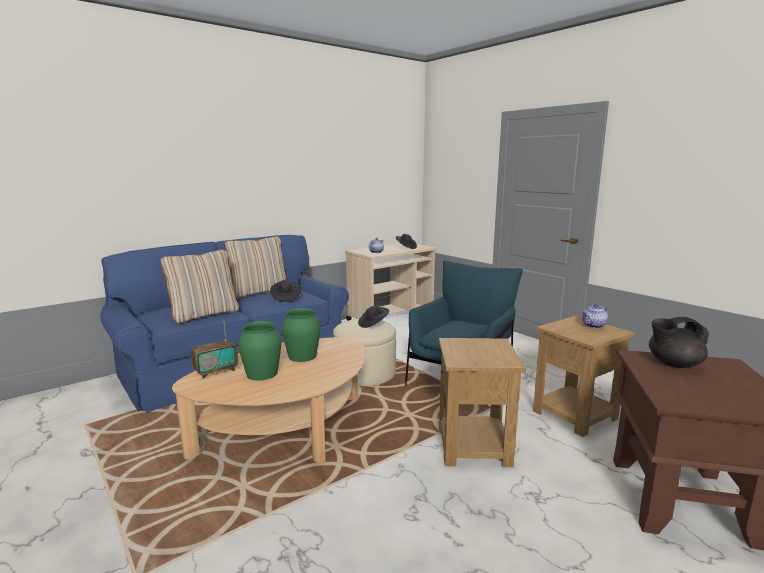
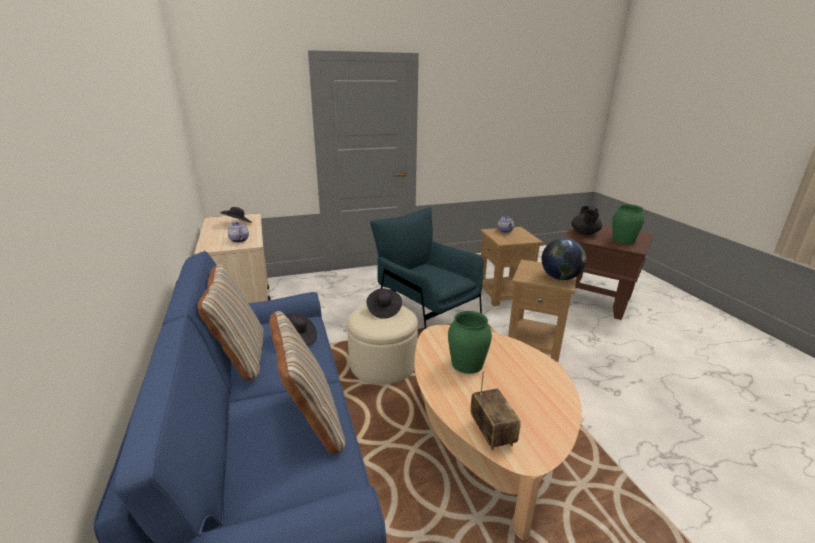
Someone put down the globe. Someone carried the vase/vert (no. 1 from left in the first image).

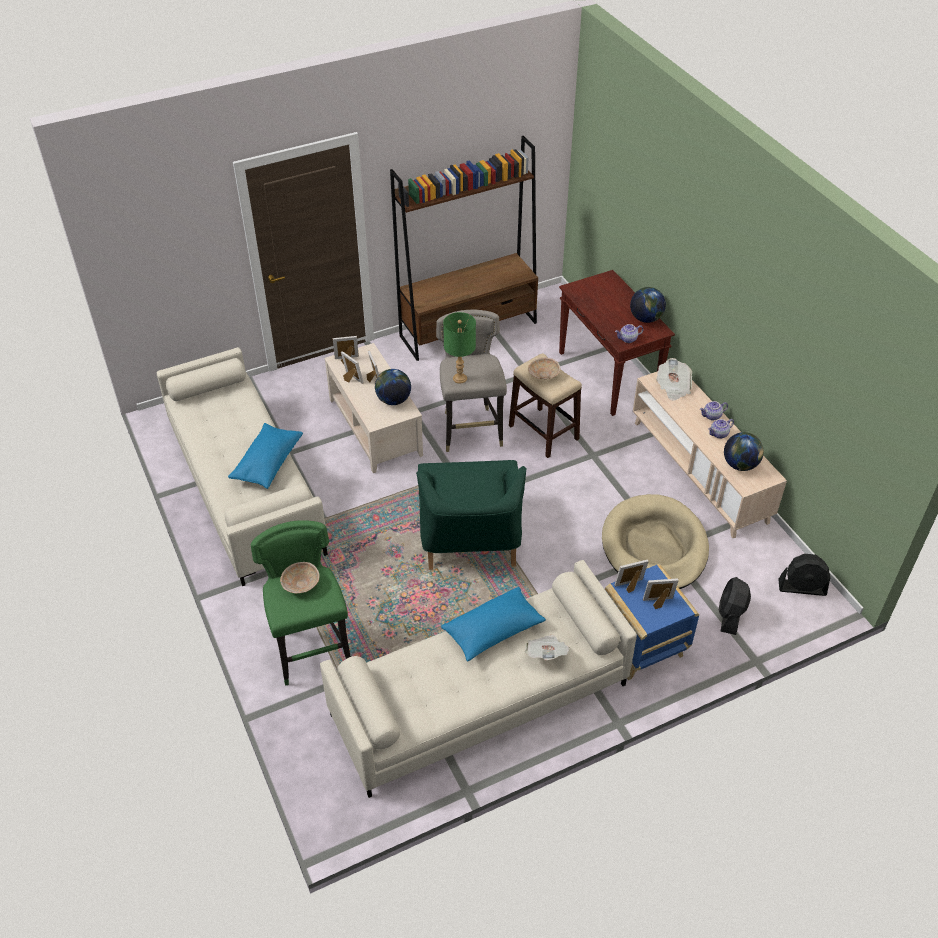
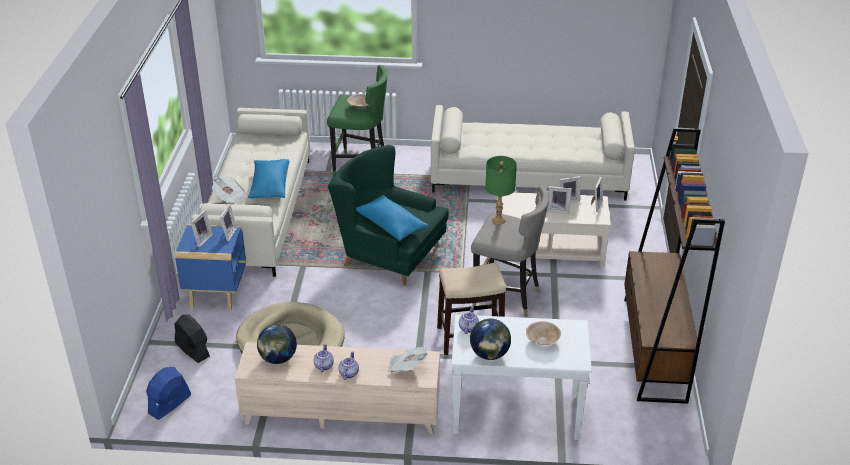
Someone took away the globe (no. 1 from left). Someone carried the coussin/bleu (no. 1 from left in the first image). Someone carried the bol/beige (no. 2 from left). Someone repainted the table console/marron, which became the table console/blanc. Someone repainted the ventilateur/noir (no. 2 from left), which became the ventilateur/bleu.

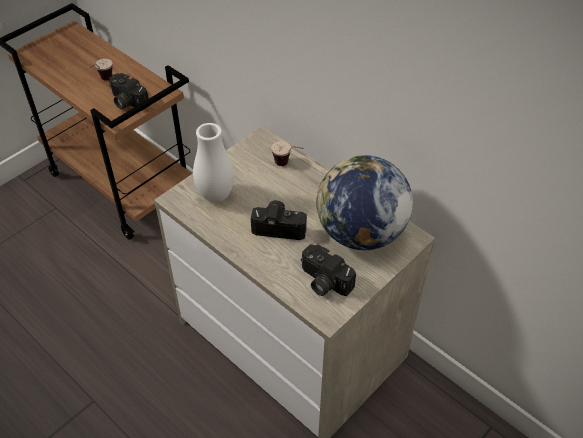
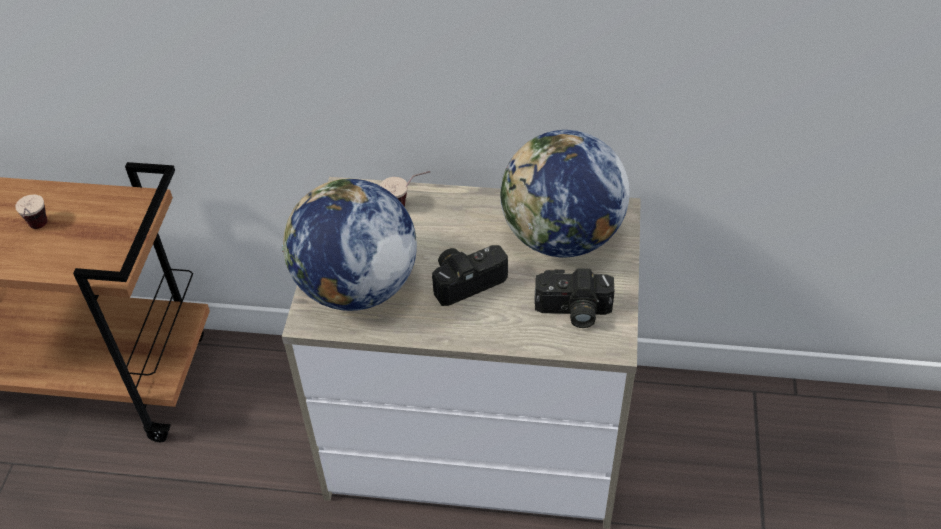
Someone took away the appareil photo (no. 1 from left). Someone swapped the vase/blanc for the globe (no. 1 from left).

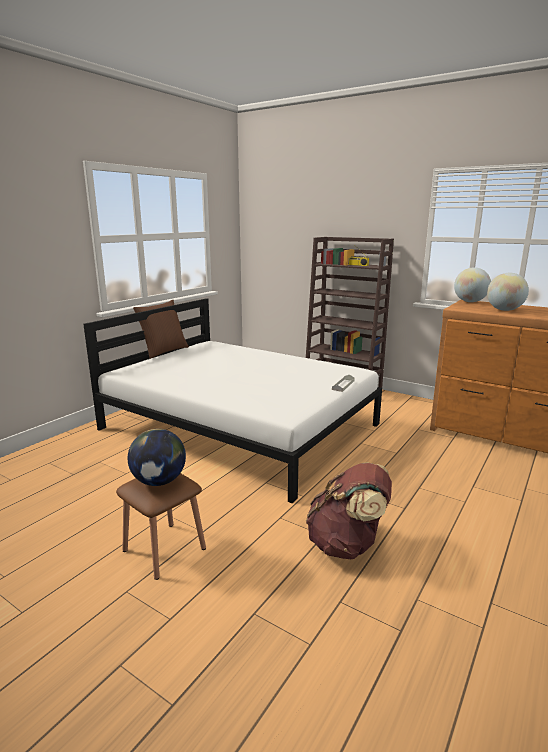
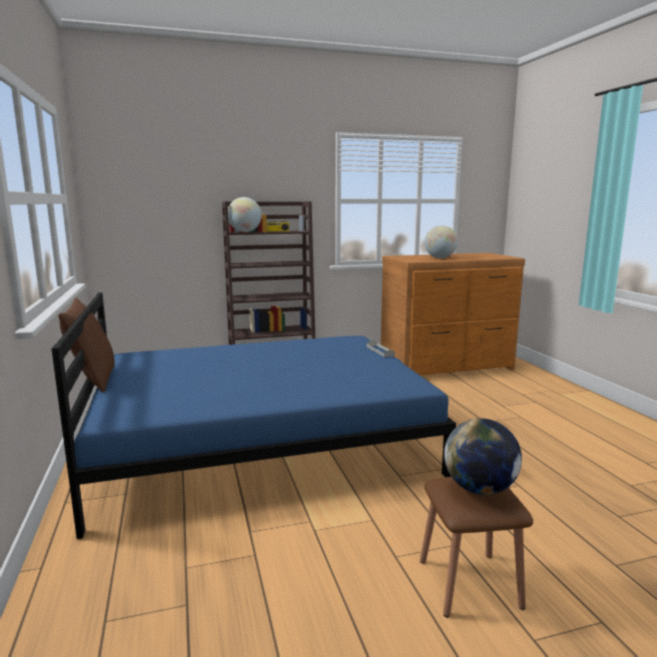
Someone took away the sac à dos/marron. Someone carried the globe (no. 2 from left in the first image). Someone repainted the lit/blanc, which became the lit/bleu.

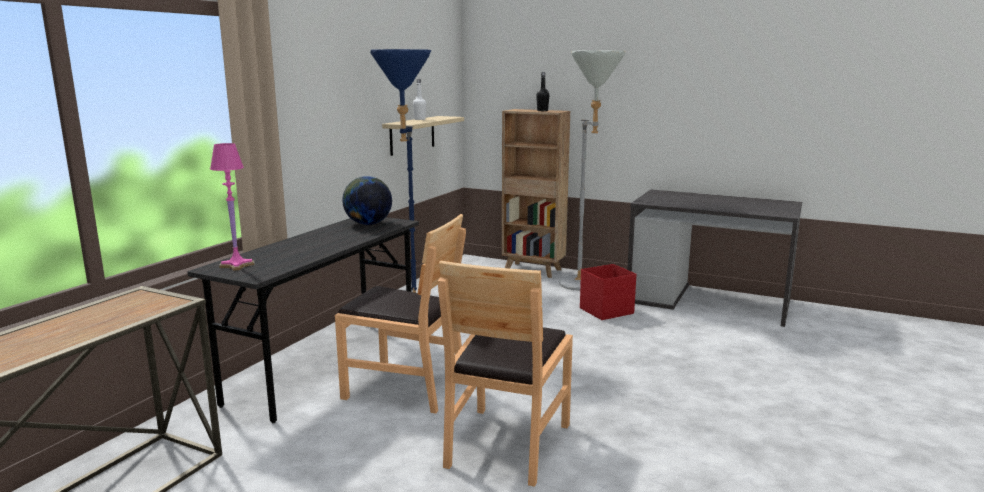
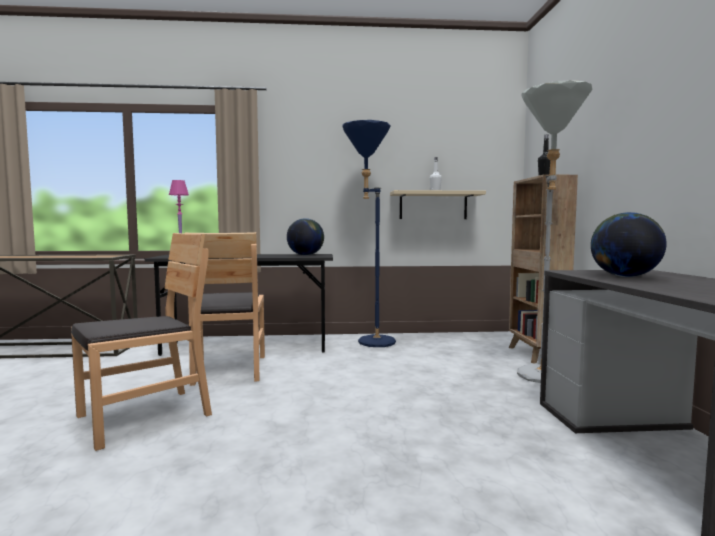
Someone took away the boîte de rangement/rouge. Someone put down the globe (no. 2 from left). Someone rotated the chaise/marron (no. 2 from left in the first image) by 150 degrees clockwise.

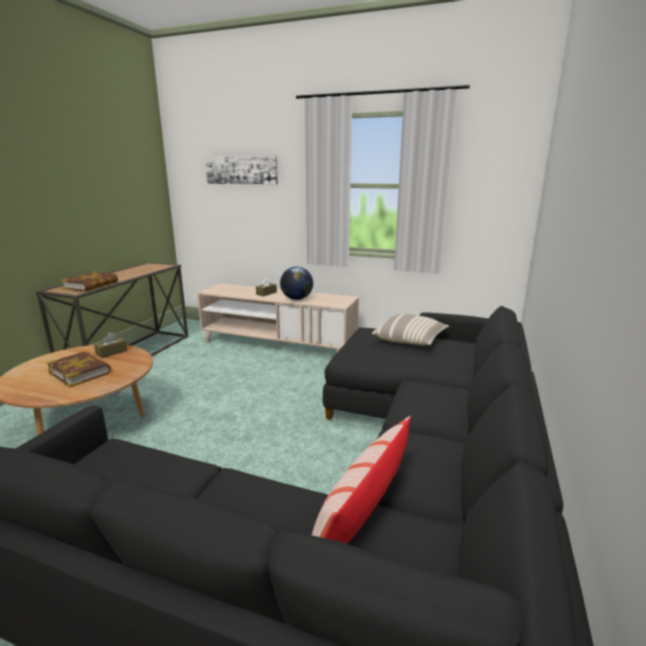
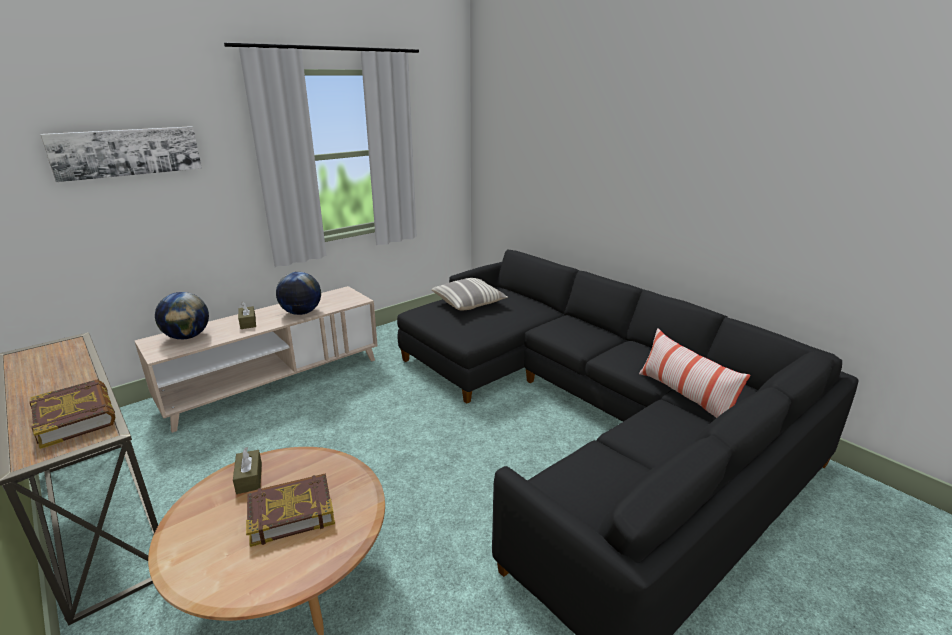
Someone put down the globe (no. 1 from left).

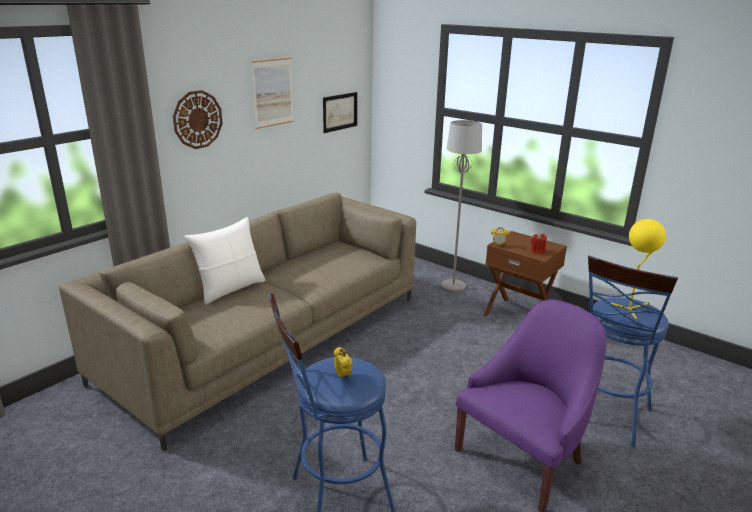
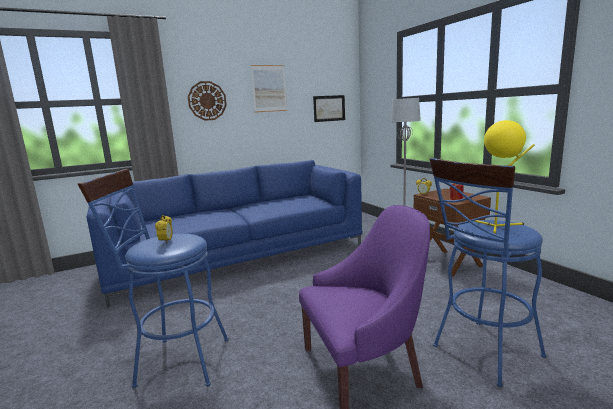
Someone took away the coussin/blanc. Someone repainted the canapé/beige, which became the canapé/bleu.

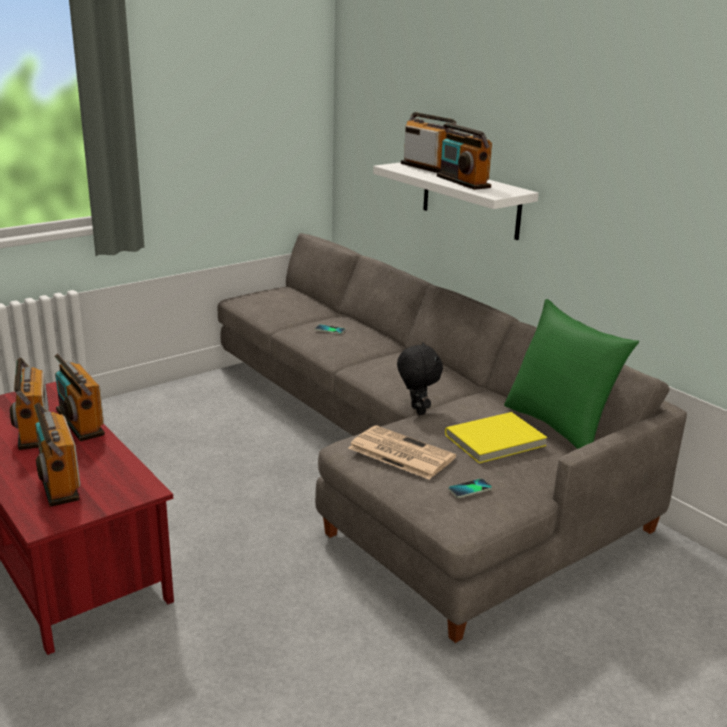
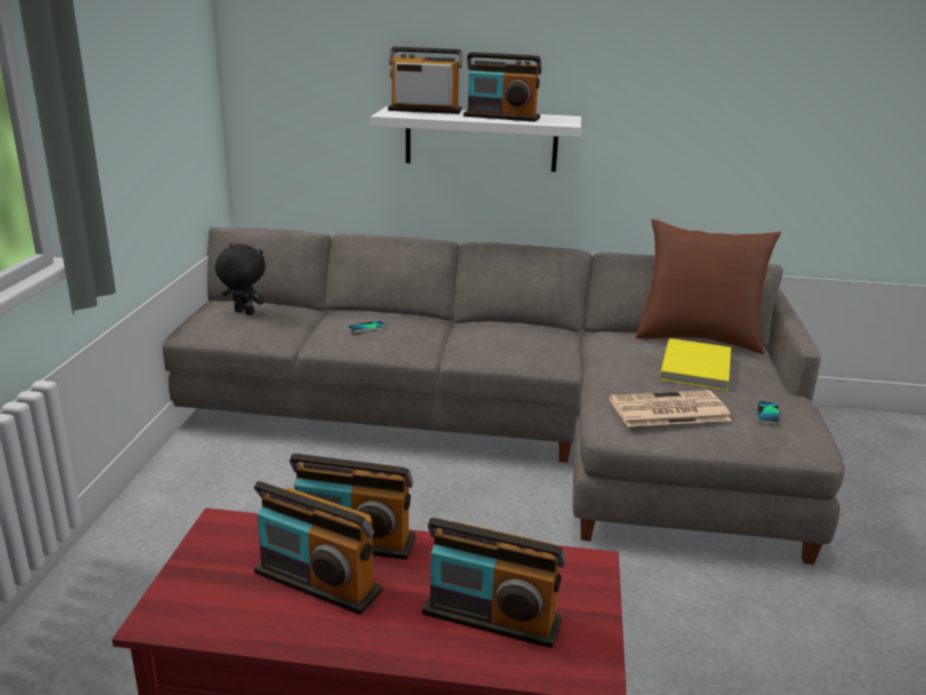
Someone carried the peluche/noir. Someone repainted the coussin/vert, which became the coussin/marron.

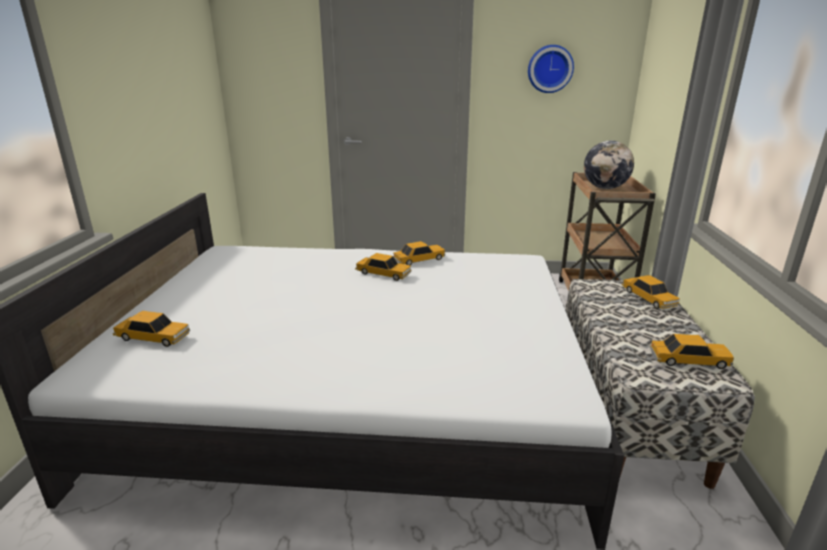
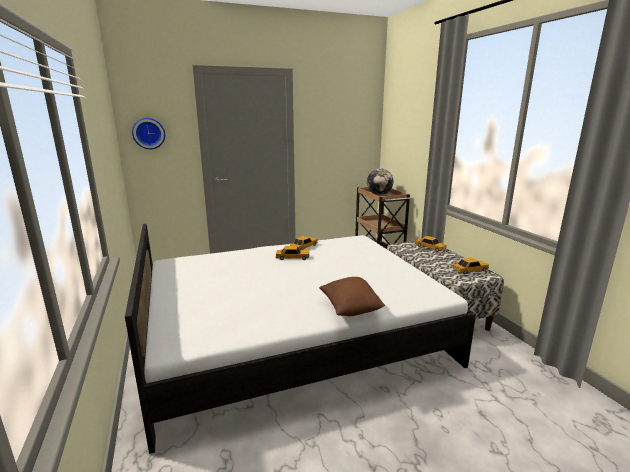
Someone took away the petite voiture (no. 1 from left). Someone put down the coussin/marron. Someone carried the horloge murale.

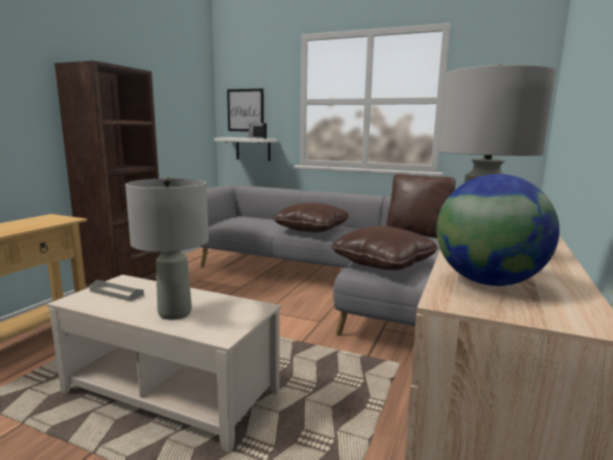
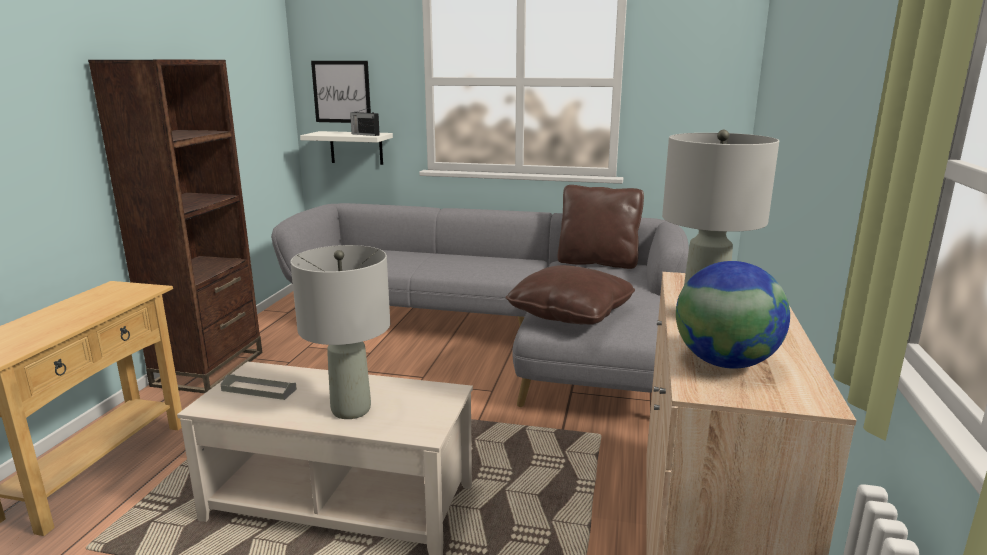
Someone took away the coussin/marron (no. 1 from left).

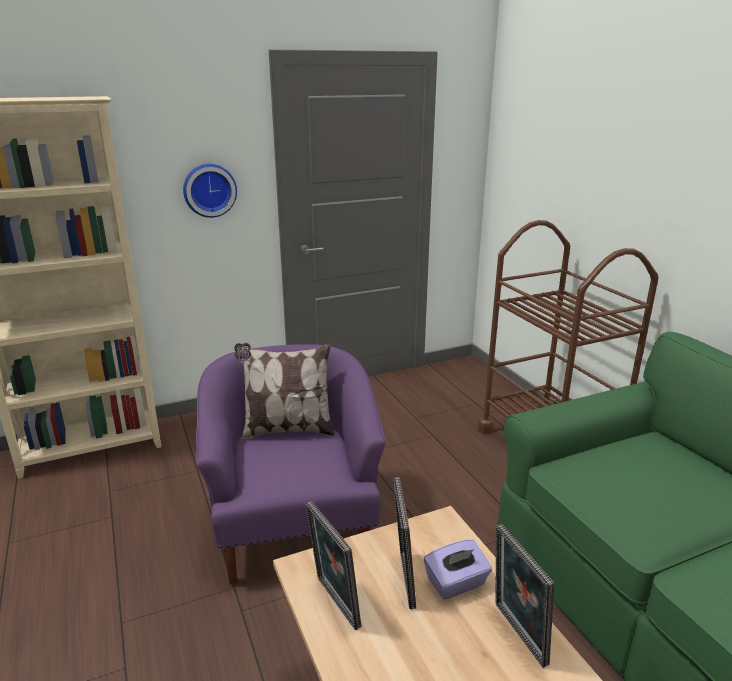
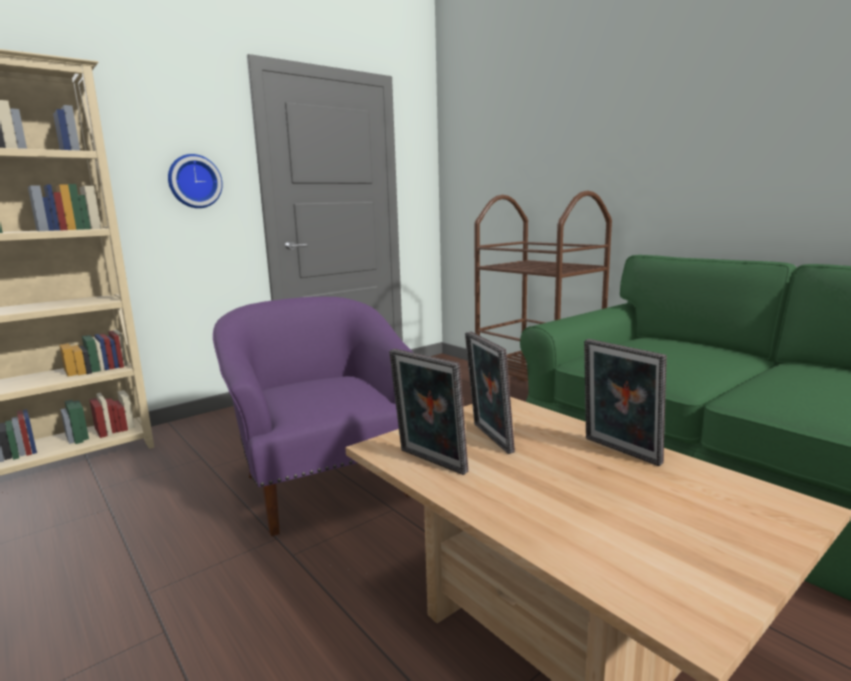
Someone took away the coussin. Someone took away the boîte à mouchoirs/violet.

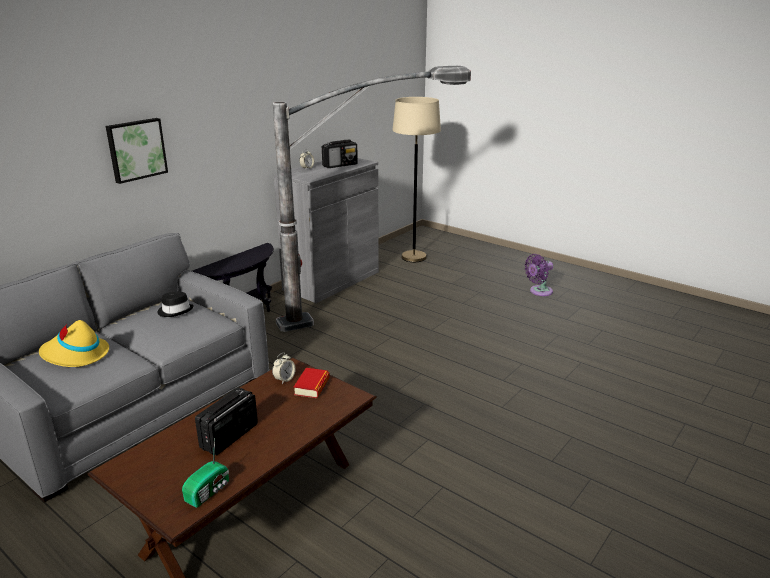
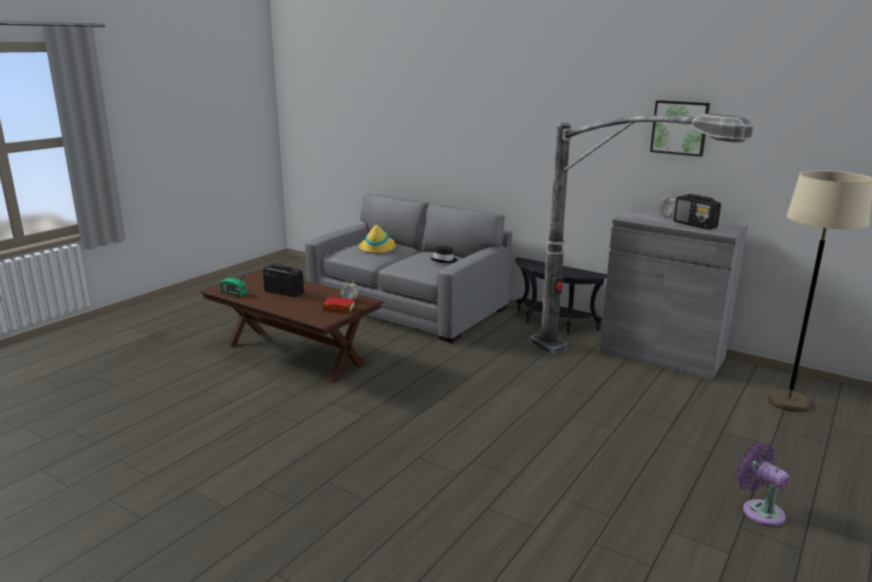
Someone carried the tableau.

